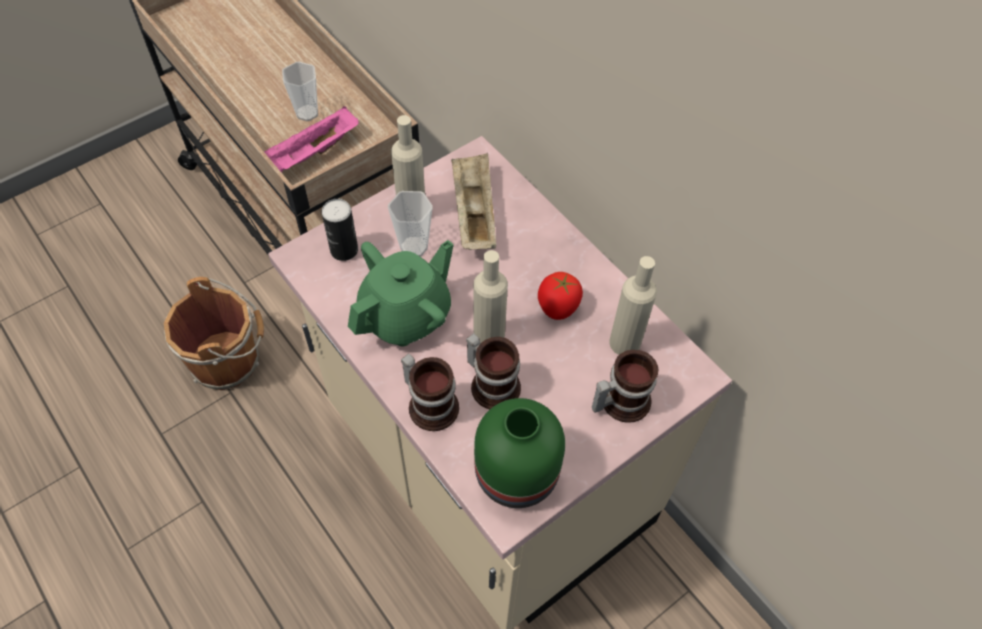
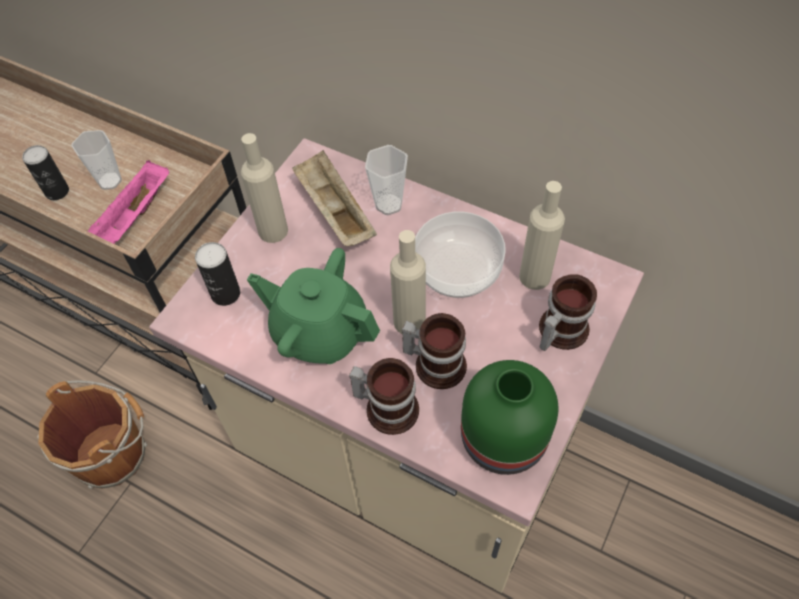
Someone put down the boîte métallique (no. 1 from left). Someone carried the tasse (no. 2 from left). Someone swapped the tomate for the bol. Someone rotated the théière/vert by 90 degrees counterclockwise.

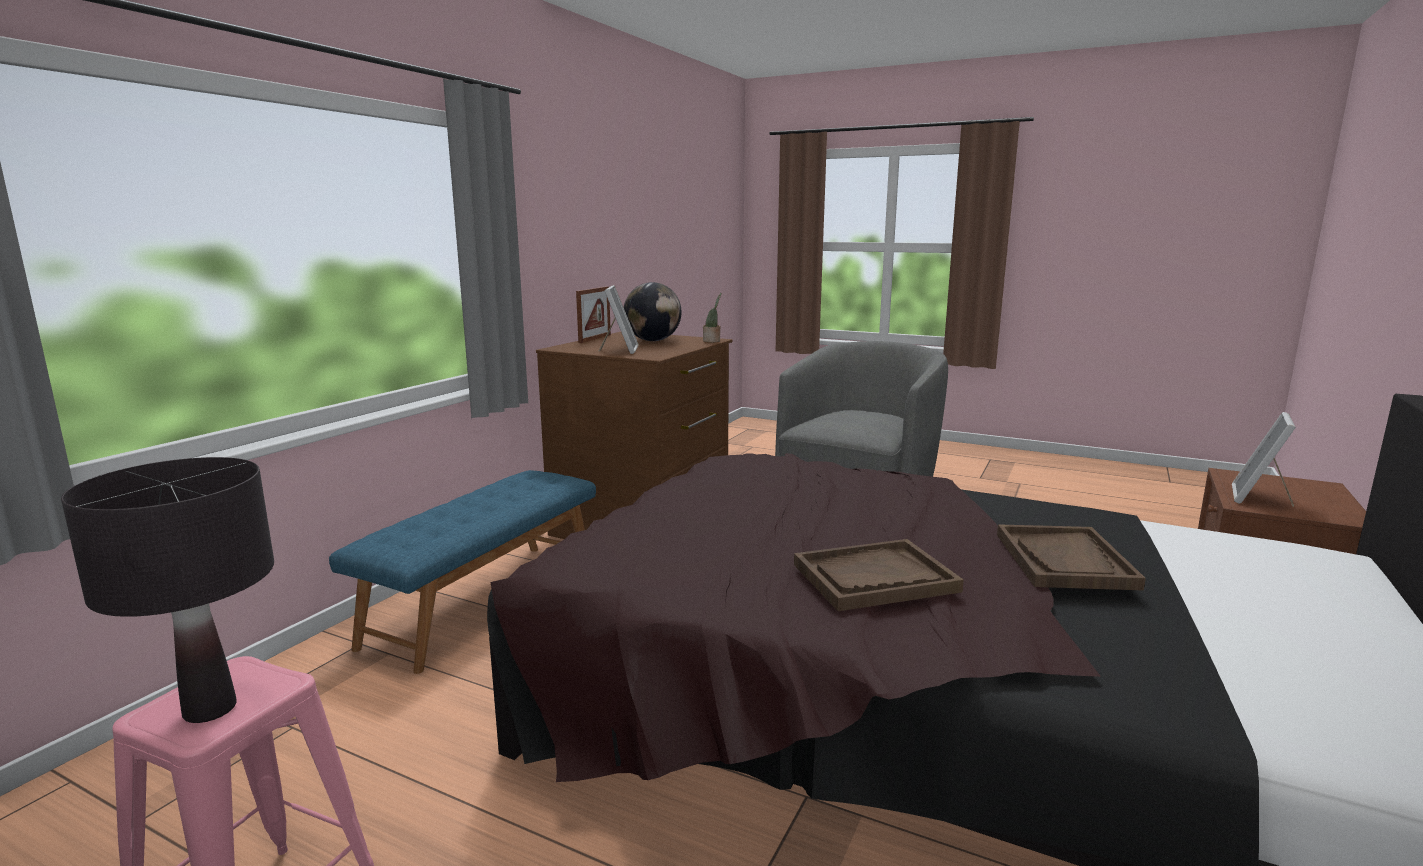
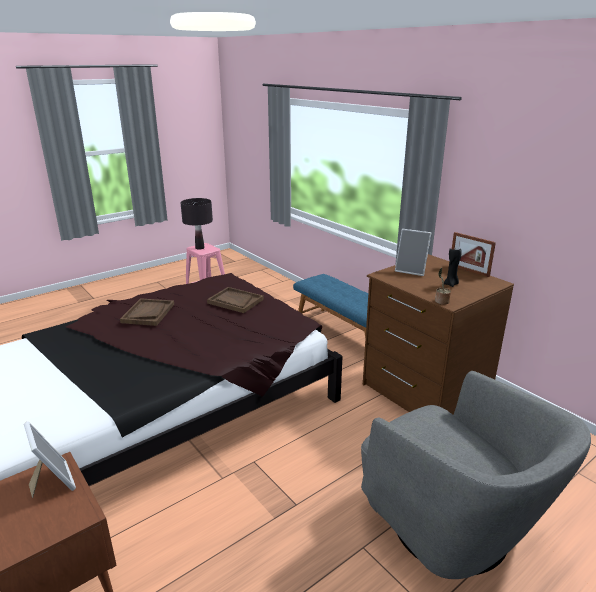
Someone carried the plateau/marron (no. 2 from left). Someone swapped the globe for the bougie/noir.

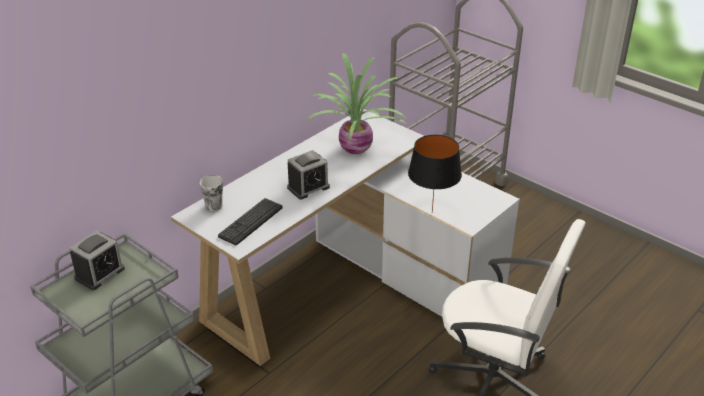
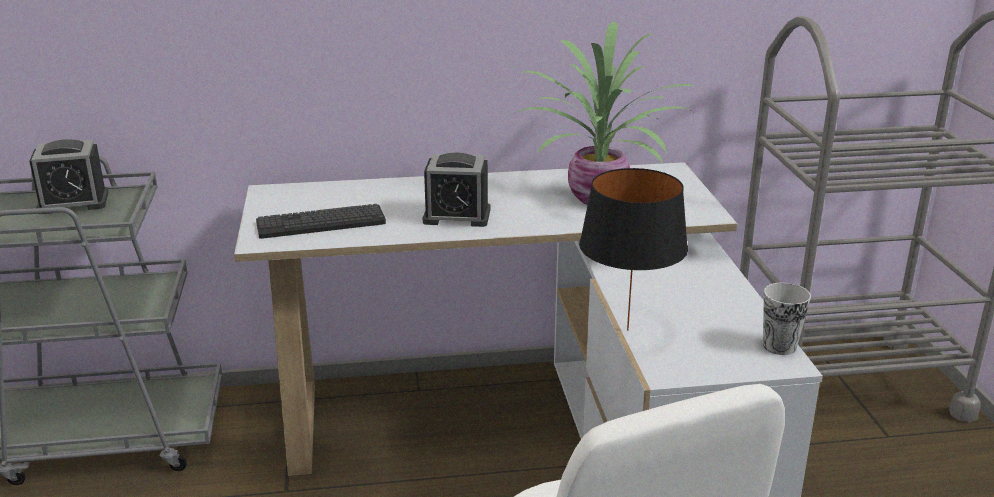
Someone carried the tasse.

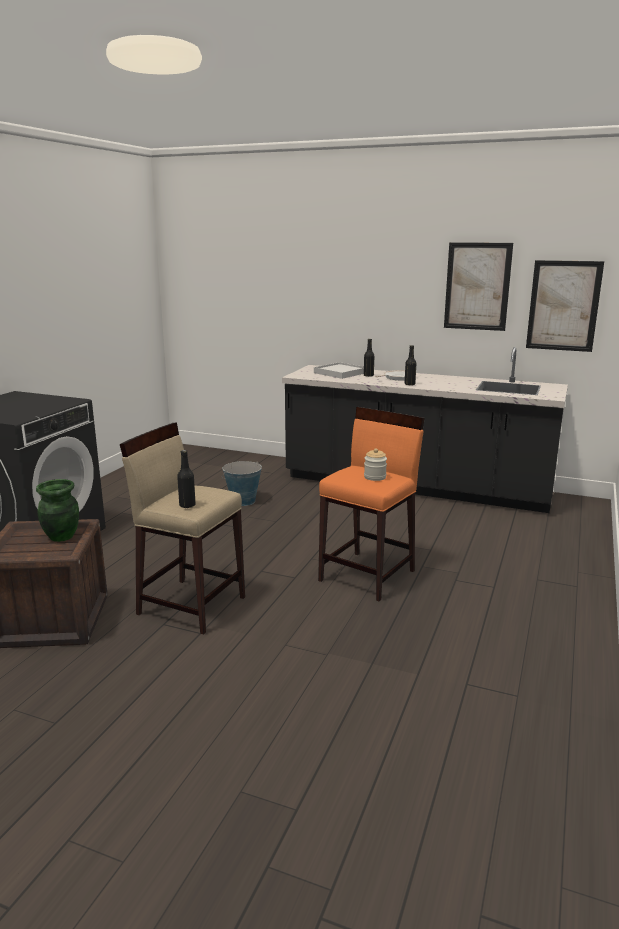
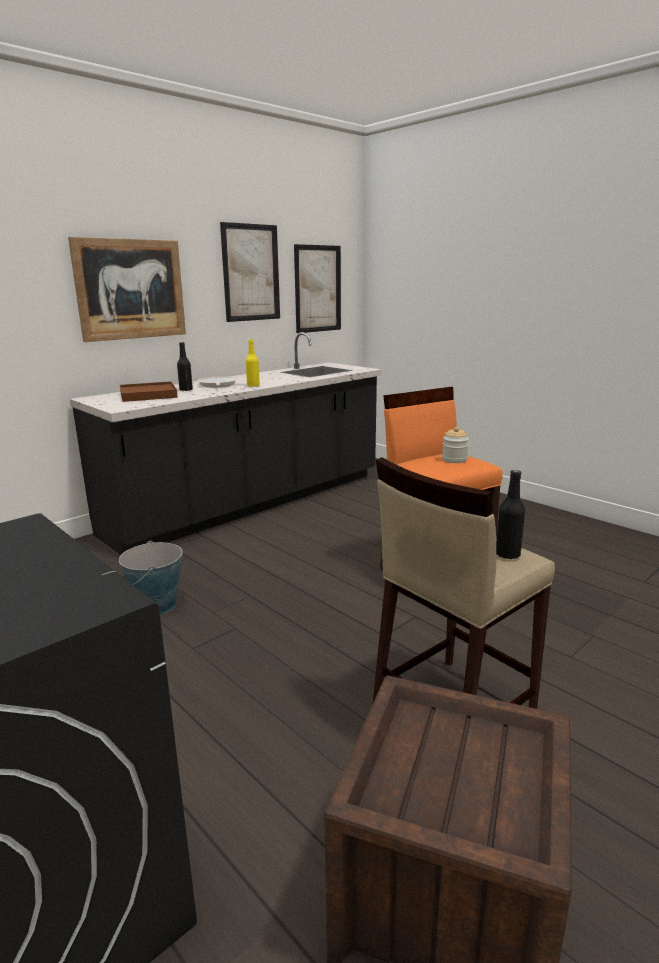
Someone took away the vase/vert. Someone put up the tableau (no. 1 from left). Someone repainted the plateau/blanc, which became the plateau/marron. Someone repainted the bouteille/noir (no. 3 from left), which became the bouteille/jaune.

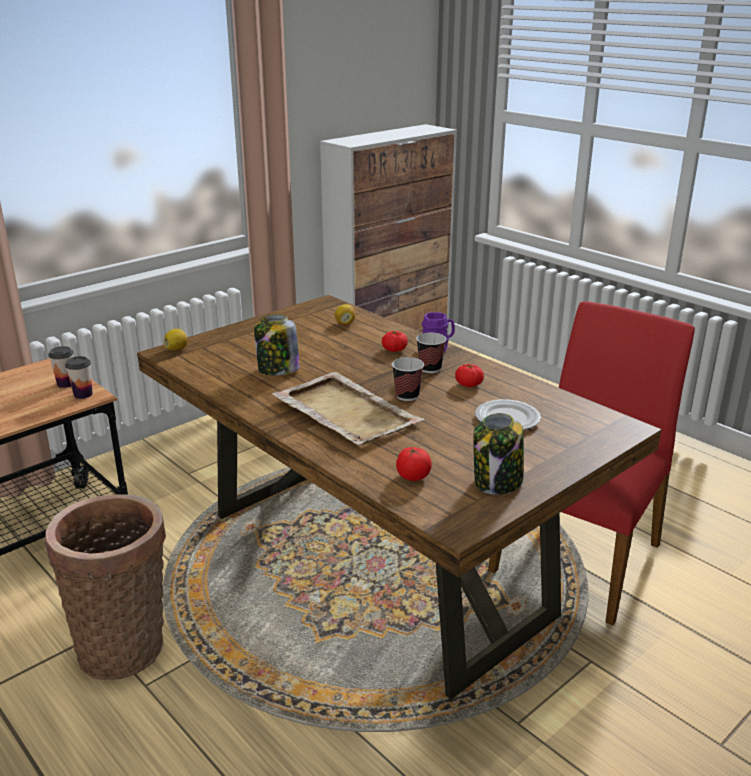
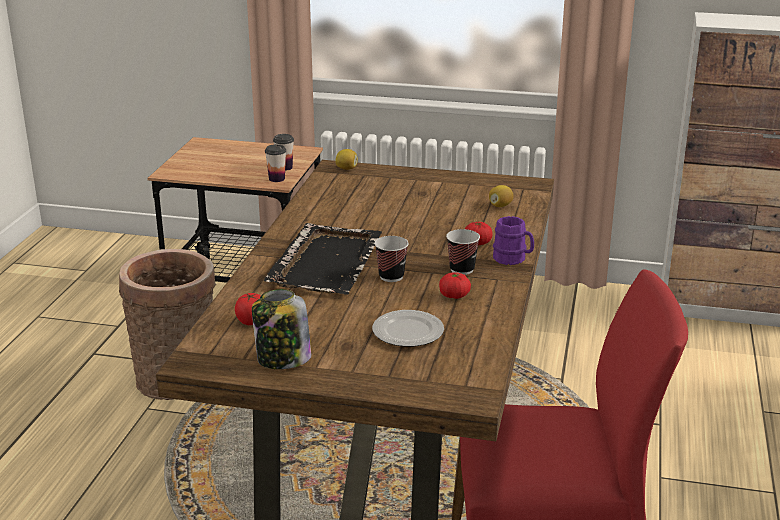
Someone took away the bocal (no. 1 from left). Someone repainted the plateau/beige, which became the plateau/noir.

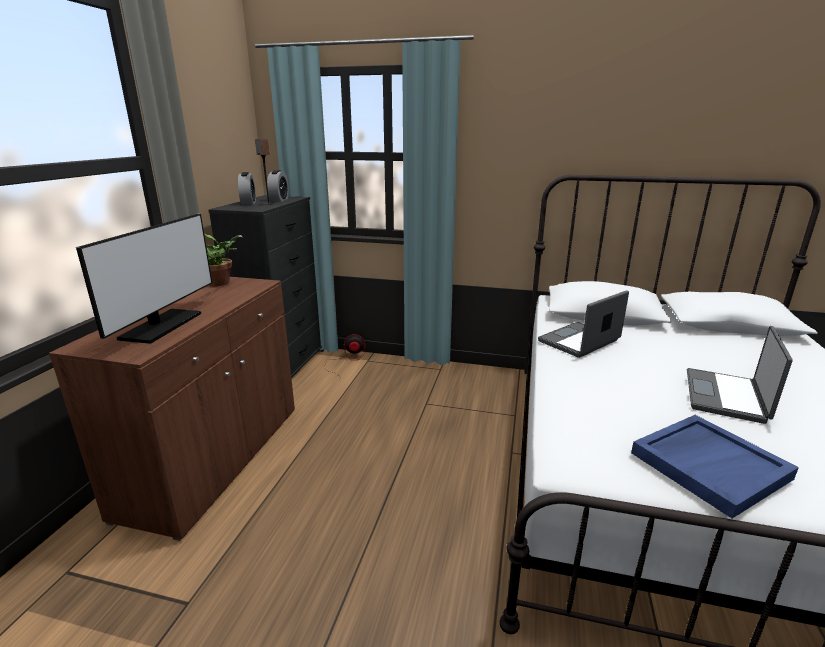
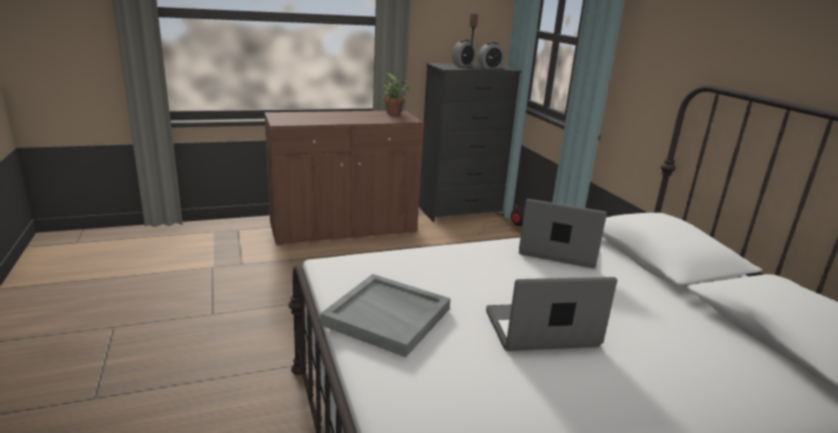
Someone took away the écran d'ordinateur. Someone repainted the plateau/bleu, which became the plateau/gris.

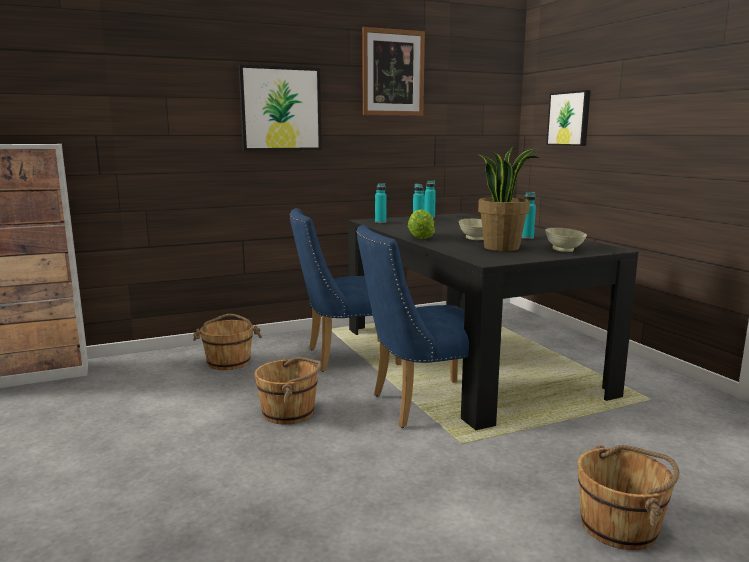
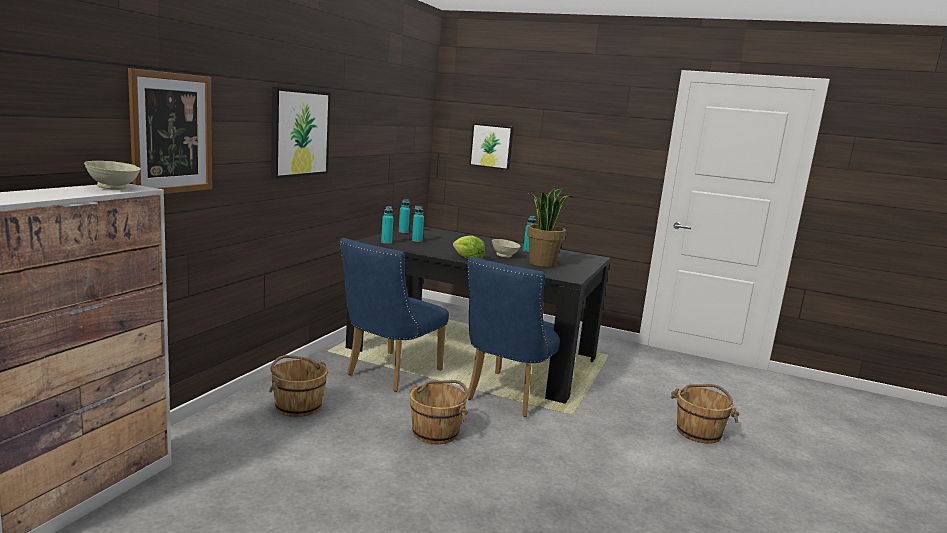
Someone carried the tableau (no. 2 from left in the first image). Someone carried the bol/beige (no. 2 from left in the first image).

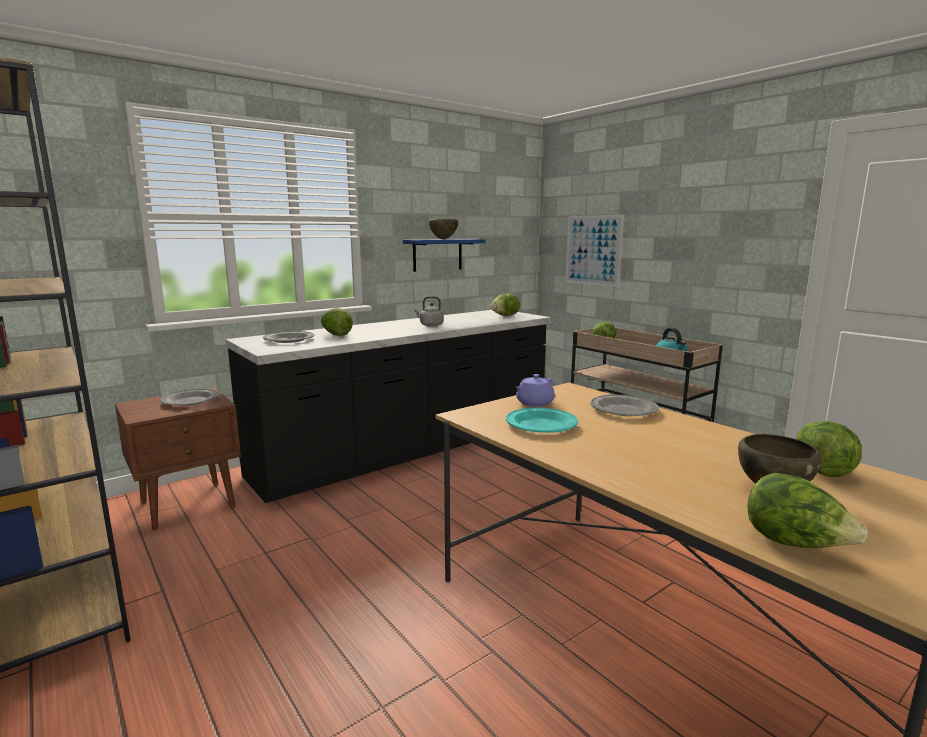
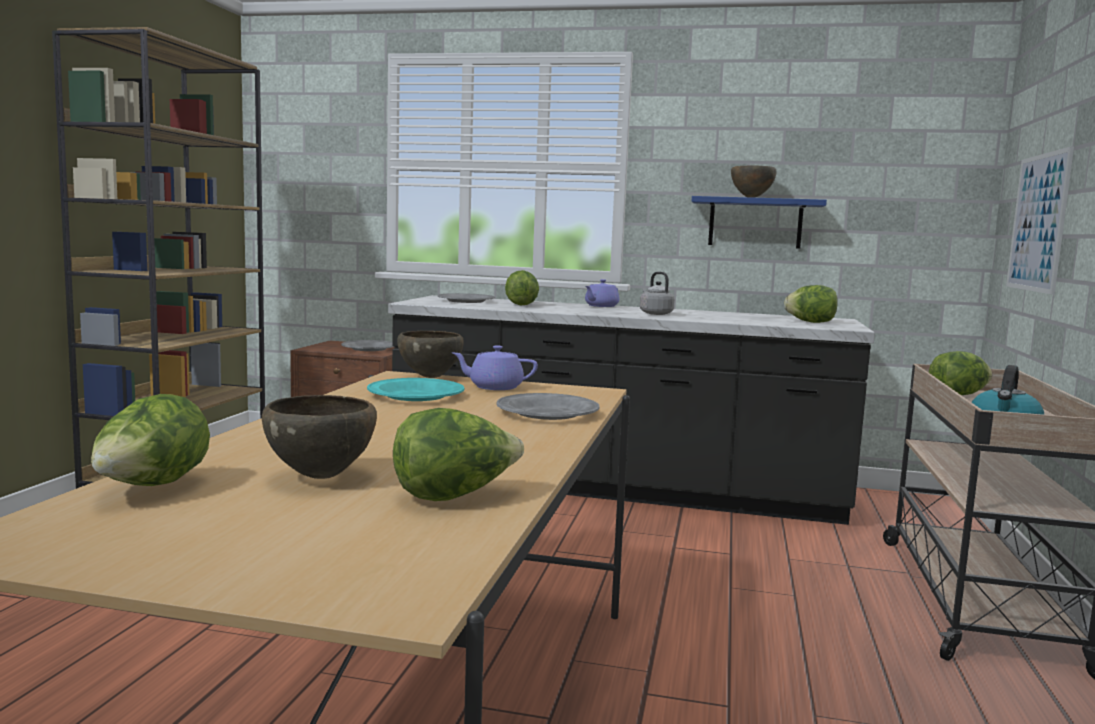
Someone put down the bol/marron (no. 2 from left). Someone put down the théière/violet (no. 2 from left).

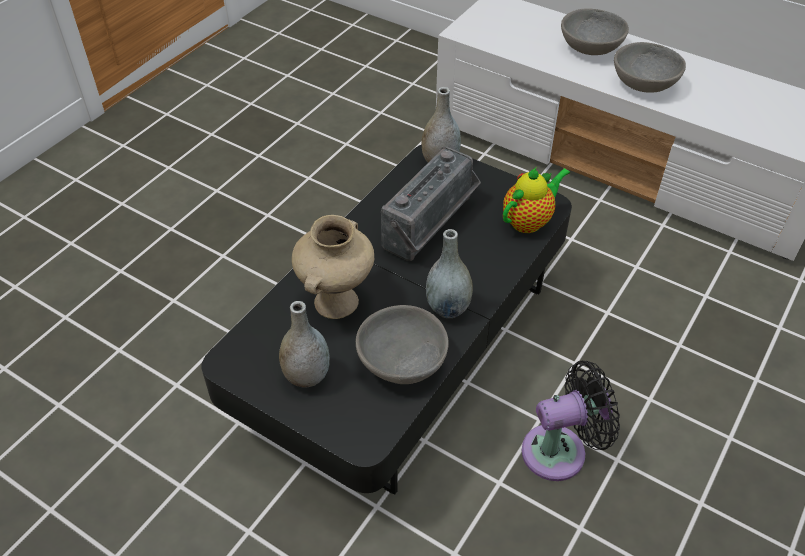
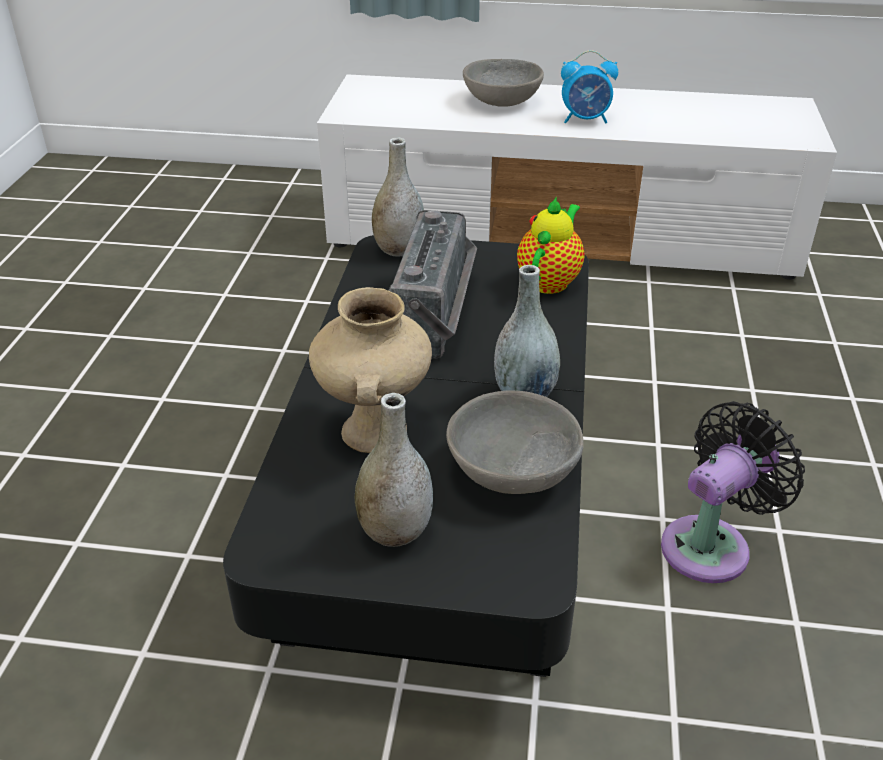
Someone swapped the bol/gris (no. 3 from left) for the réveil.

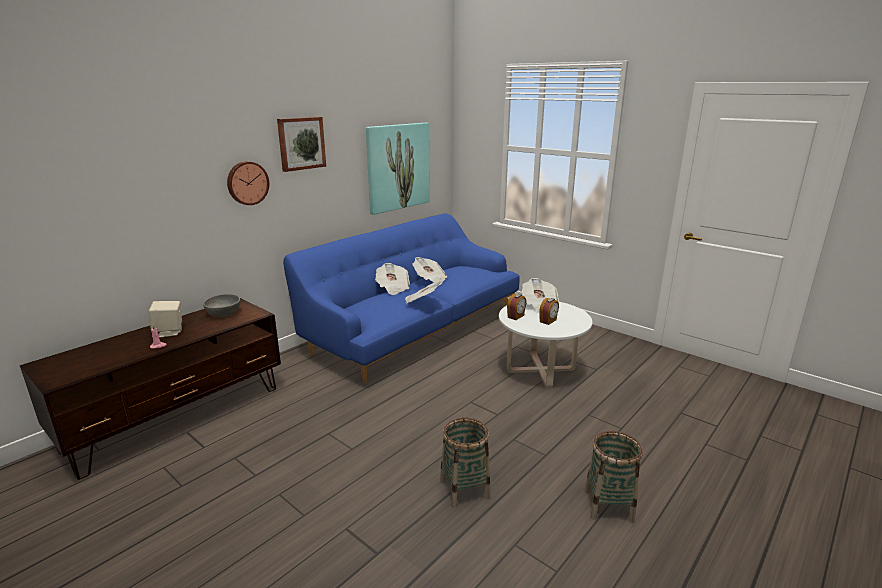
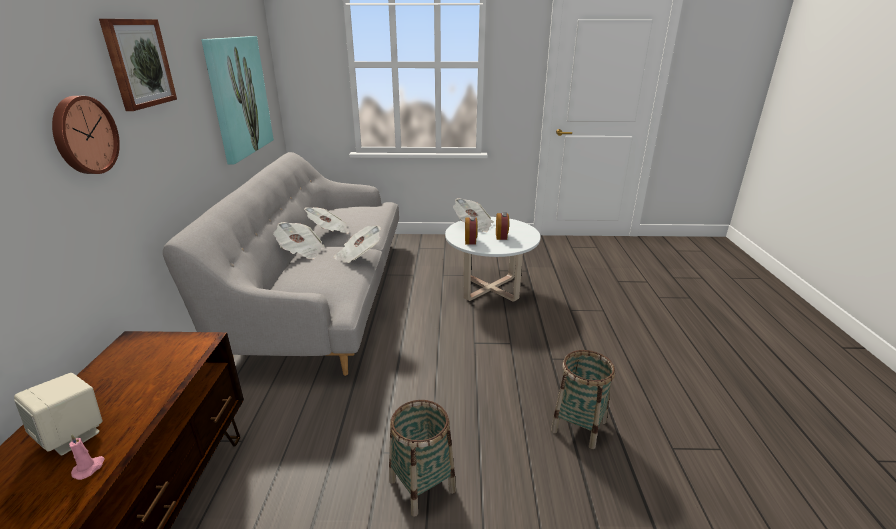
Someone took away the bol/gris. Someone carried the panier (no. 2 from left in the first image). Someone repainted the canapé/bleu, which became the canapé/gris.

